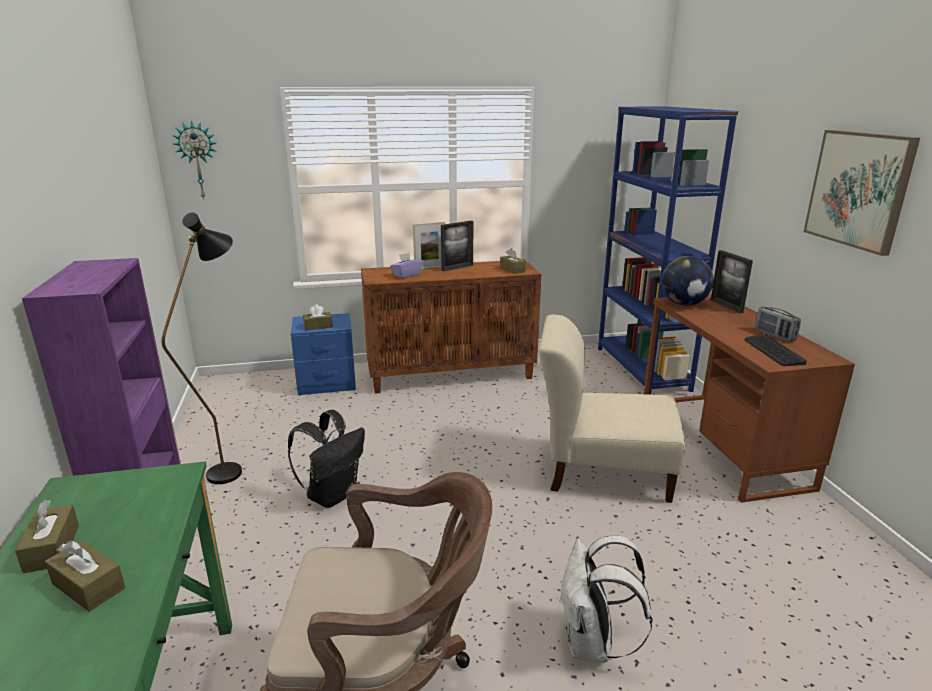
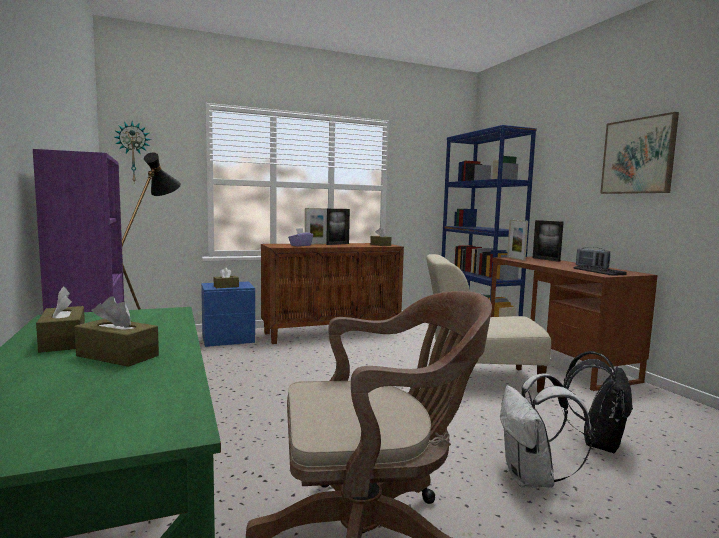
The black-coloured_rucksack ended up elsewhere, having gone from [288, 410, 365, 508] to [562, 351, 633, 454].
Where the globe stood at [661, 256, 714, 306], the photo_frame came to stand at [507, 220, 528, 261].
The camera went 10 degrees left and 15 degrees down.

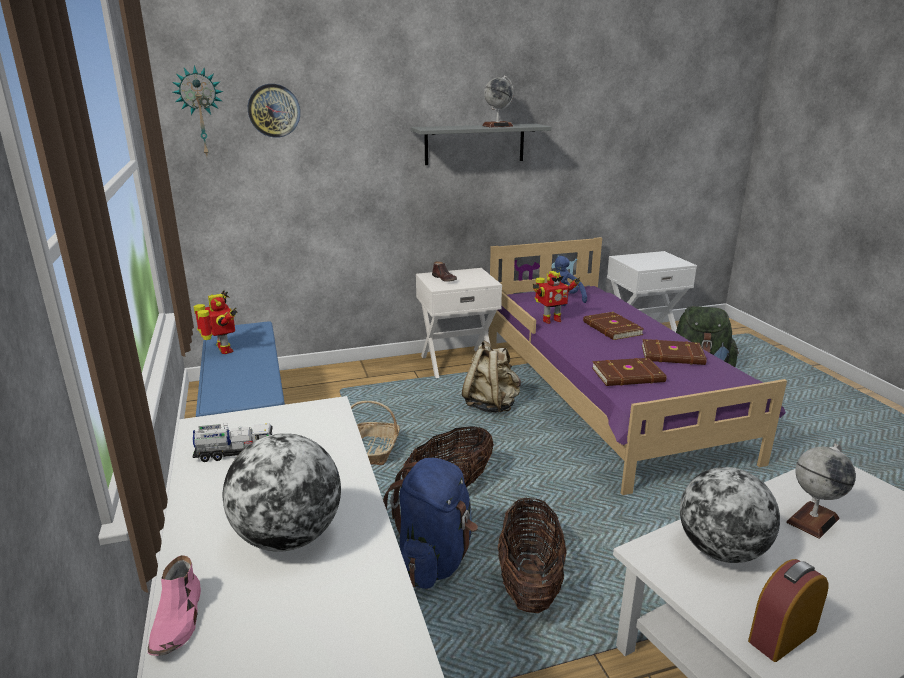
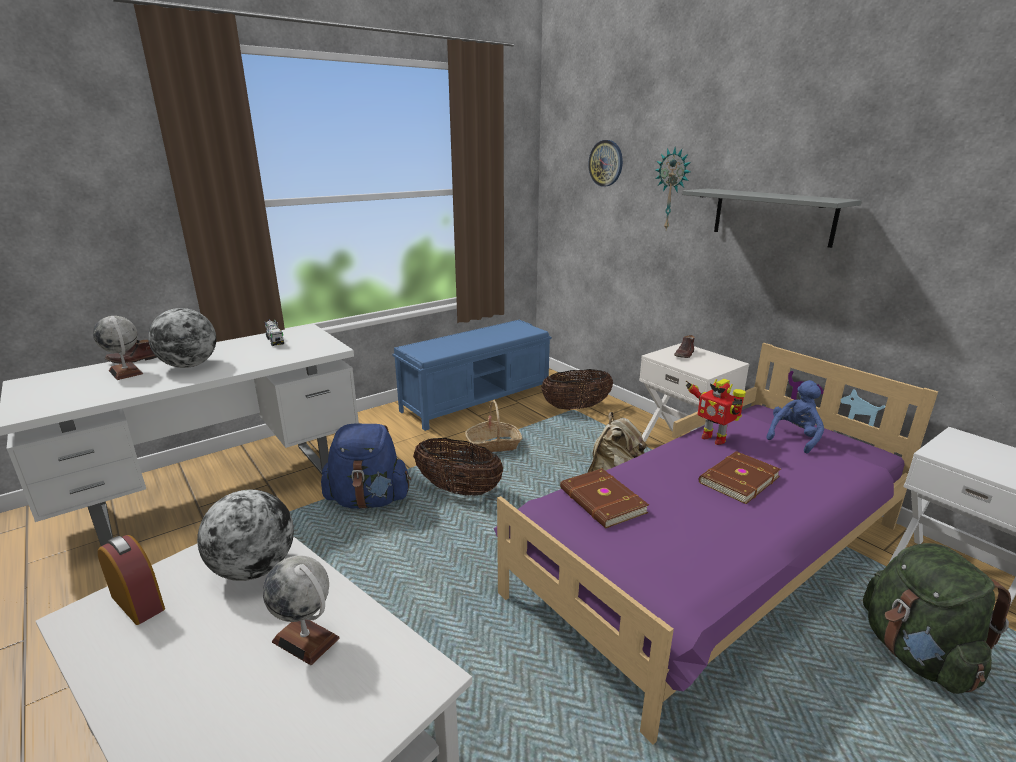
The second view lost the robot_figure at [194, 290, 238, 354].
The second view lost the brown_book at [642, 339, 707, 365].
The wall_clock ended up elsewhere, having gone from [172, 65, 223, 156] to [655, 148, 691, 229].
The globe ended up elsewhere, having gone from [482, 76, 514, 127] to [93, 316, 143, 380].
The basket ended up elsewhere, having gone from [498, 497, 566, 613] to [541, 369, 613, 410].
What was the pink-coloured_shoe at [148, 555, 201, 656] turned into the brown_shoe at [105, 340, 157, 364].
The camera went 70 degrees right and 0 degrees up.

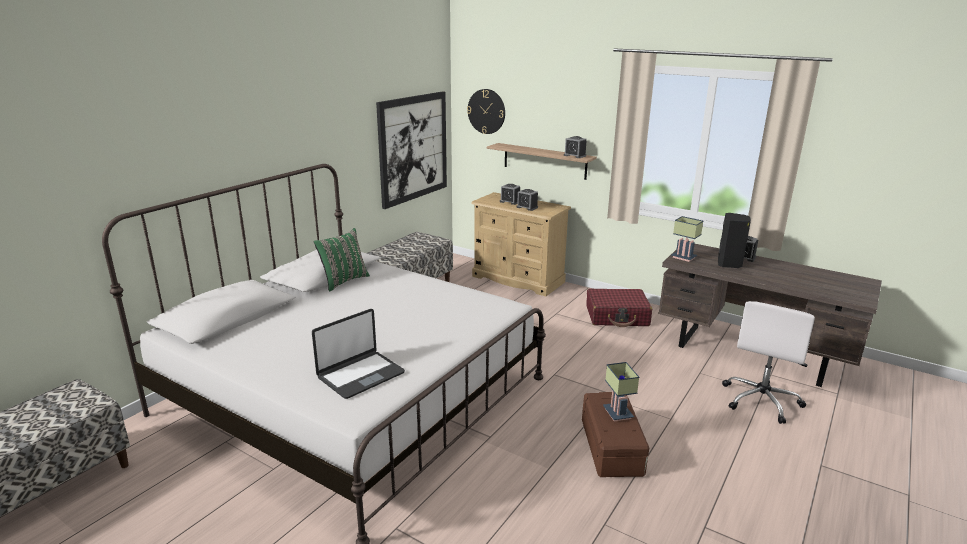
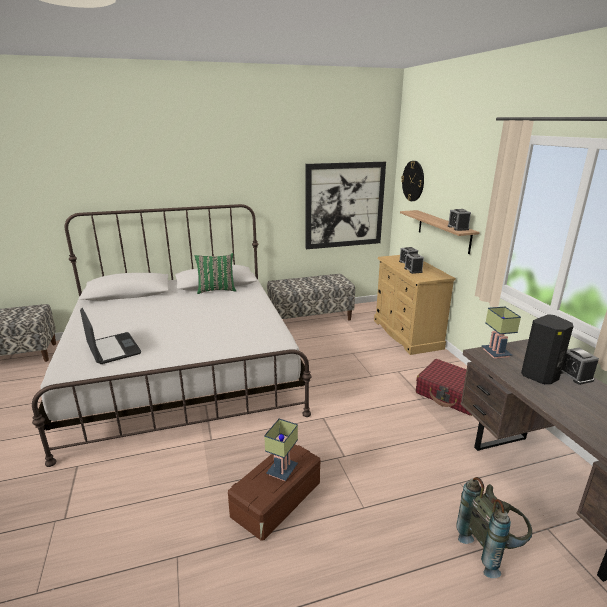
Where the white-coloured_desk_chair stood at [722, 301, 815, 424], the gray_rucksack came to stand at [456, 477, 532, 578].
The notebook_computer at [312, 309, 405, 399] ended up facing another way, 120 degrees counterclockwise from before.
The camera went 40 degrees right and 0 degrees up.

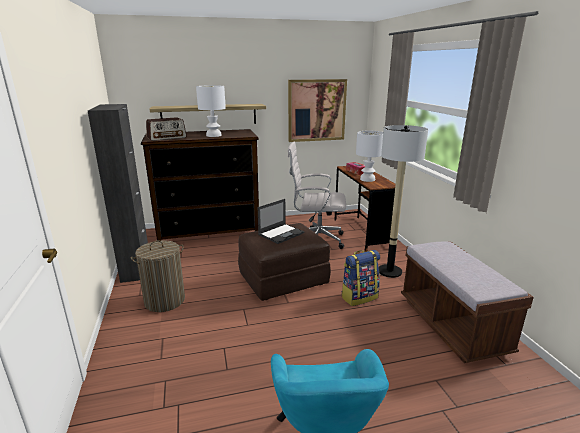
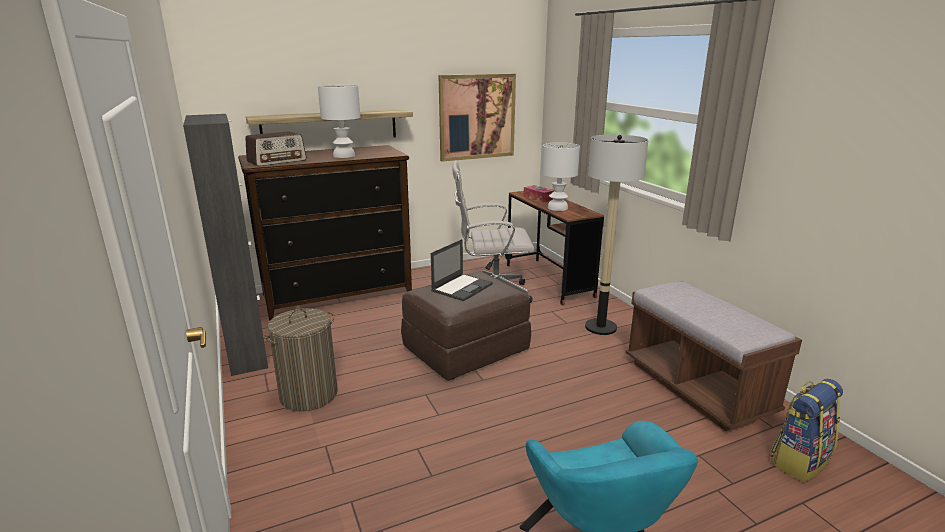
The rucksack ended up elsewhere, having gone from [341, 250, 380, 306] to [771, 379, 843, 482].
The camera went 10 degrees left and 0 degrees up.

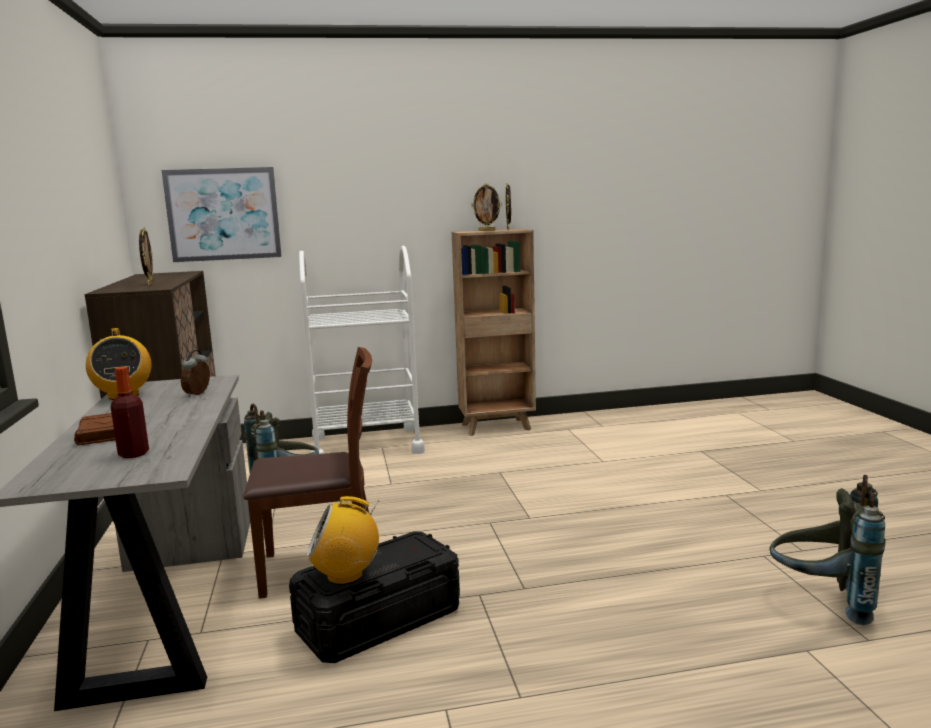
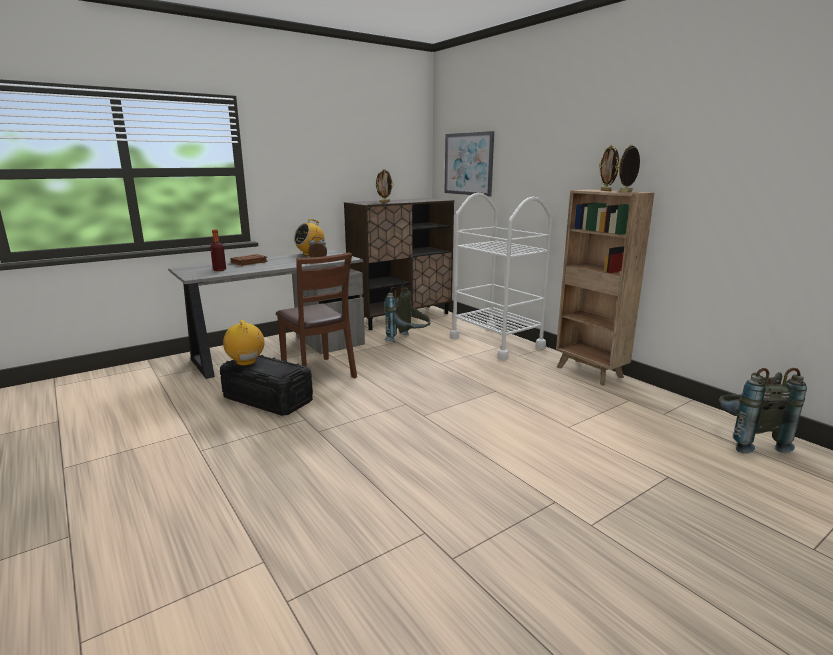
The gray_rucksack ended up elsewhere, having gone from [769, 475, 886, 625] to [719, 368, 807, 453].
The camera went 65 degrees right and 5 degrees up.

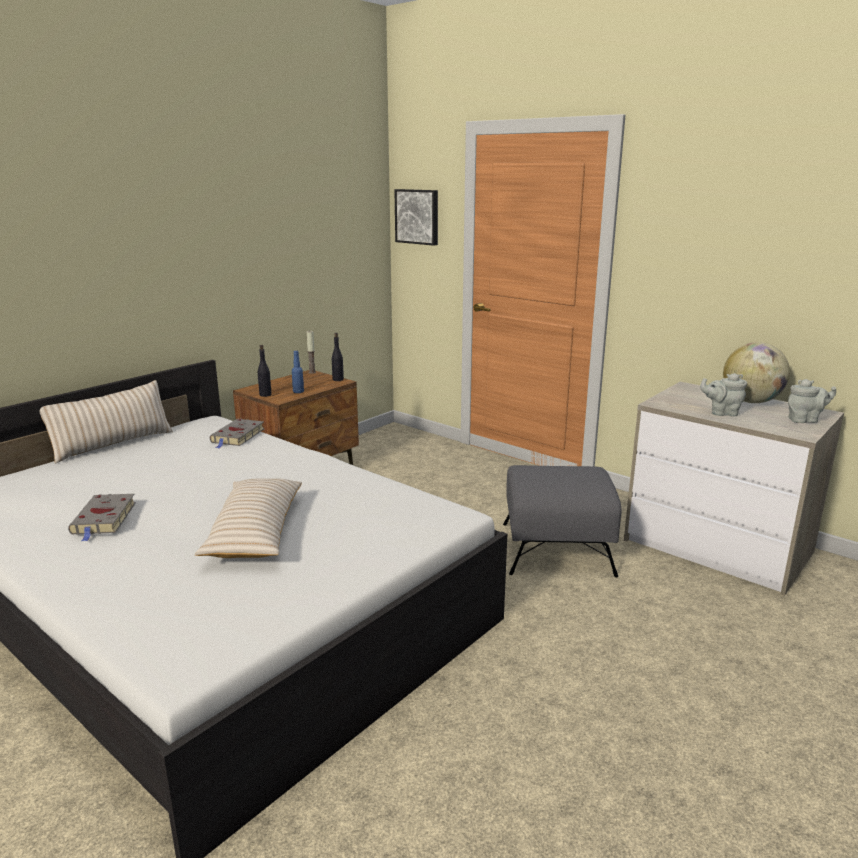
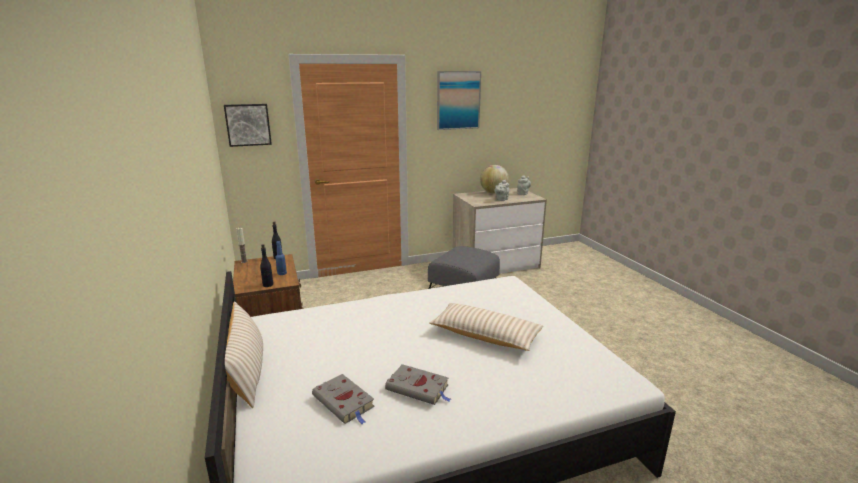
The second view gained the picture at [437, 71, 481, 130].
The gray_book ended up elsewhere, having gone from [210, 419, 265, 448] to [312, 374, 375, 424].
The camera went 60 degrees left and 0 degrees up.

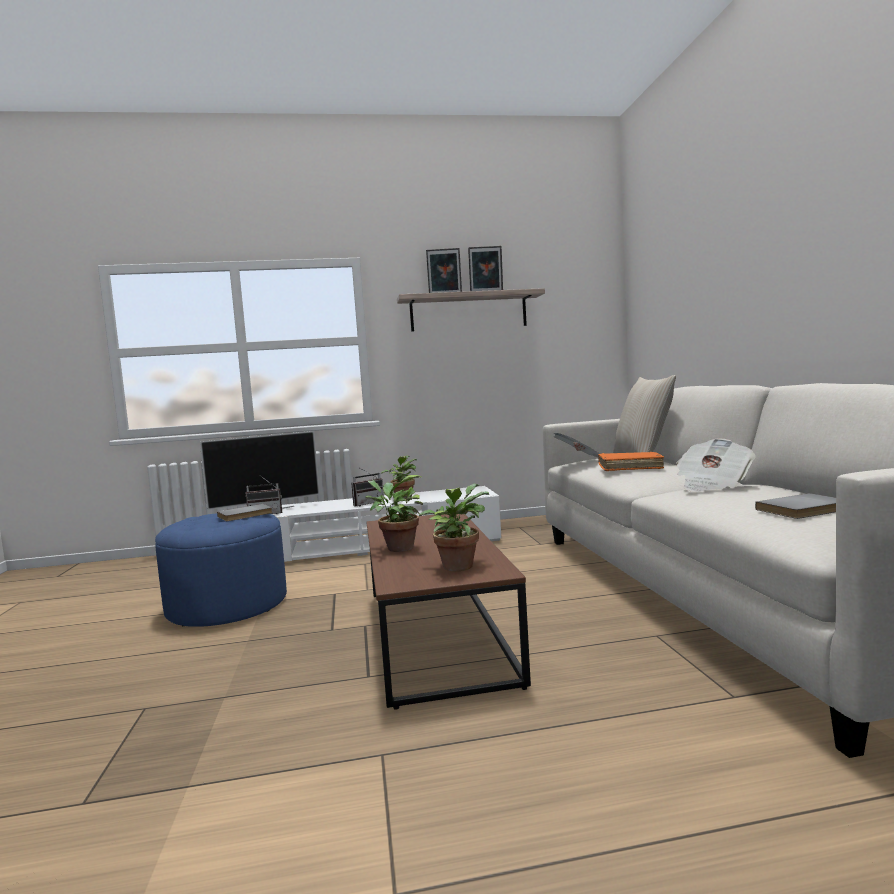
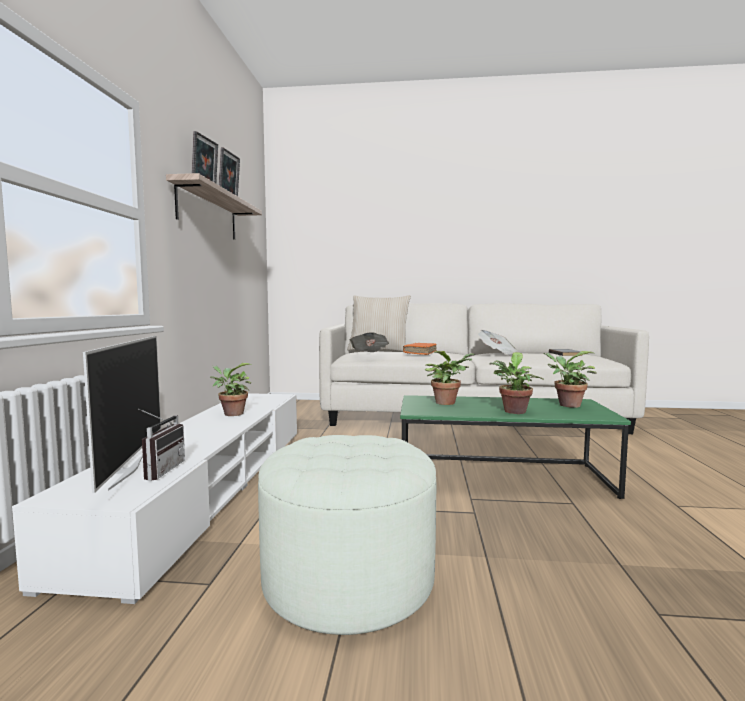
The second view lost the gray_book at [217, 504, 273, 521].
The second view lost the radio_set at [352, 467, 384, 506].
The second view gained the potted_plant at [425, 351, 475, 405].
What was the blue_footrest at [155, 513, 287, 627] turned into the white-coloured_footrest at [258, 435, 436, 635].
What was the brown_low_table at [366, 514, 531, 710] turned into the green-coloured_low_table at [400, 395, 631, 499].
The camera went 75 degrees left and 0 degrees up.

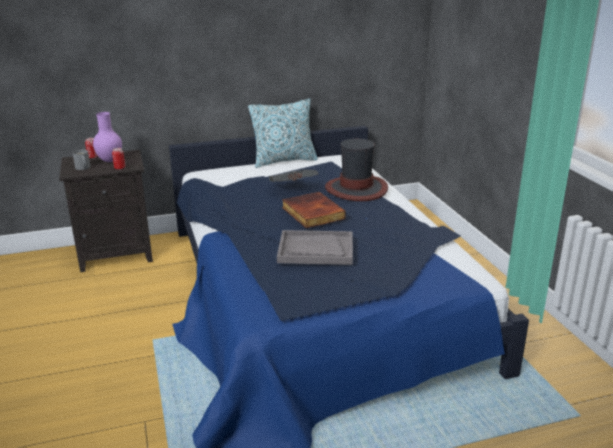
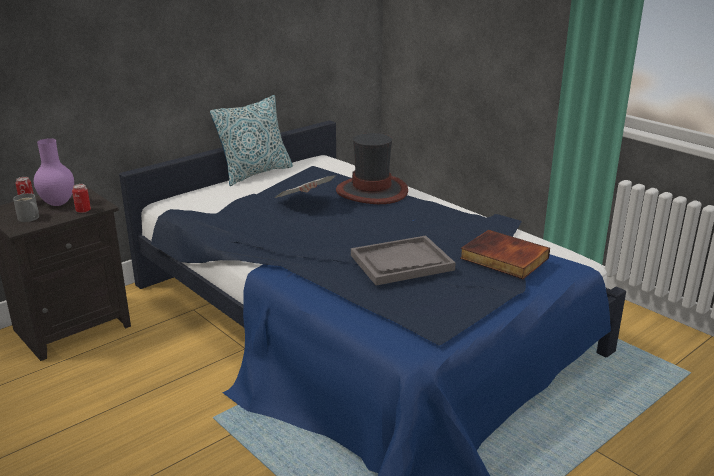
The book ended up elsewhere, having gone from [282, 192, 346, 228] to [460, 230, 550, 279].
The camera went 25 degrees left and 0 degrees up.

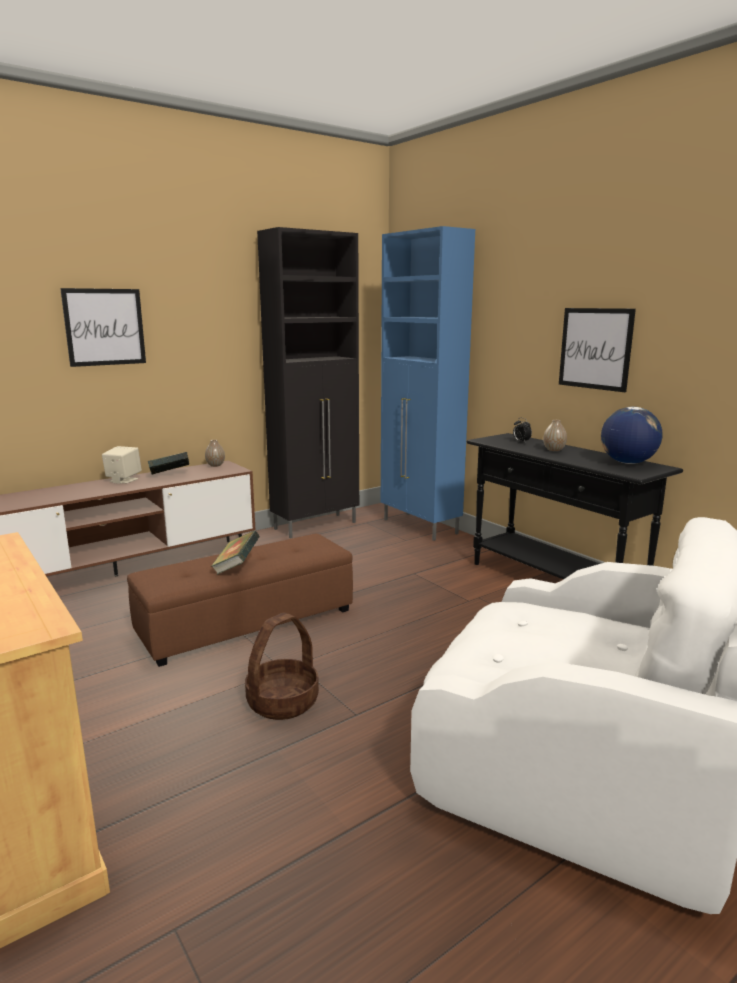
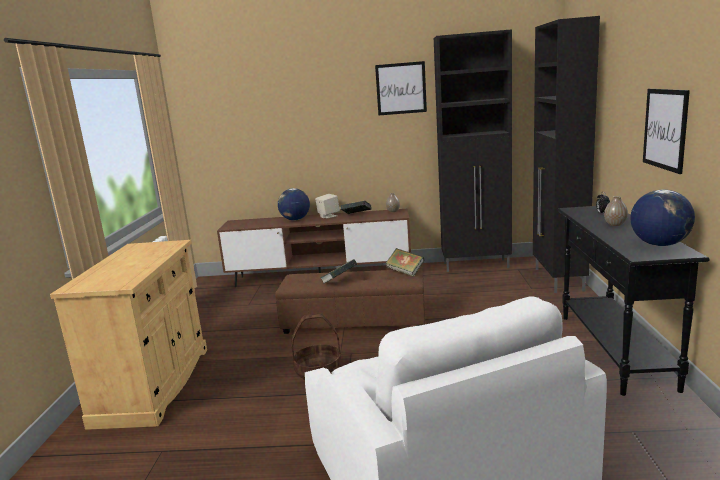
The second view gained the globe at [278, 188, 310, 220].
The second view gained the book at [385, 248, 424, 277].
The picture ended up elsewhere, having gone from [60, 288, 146, 367] to [375, 61, 427, 116].
What was the blue_cupboard at [381, 226, 475, 541] turned into the black-coloured_cupboard at [533, 16, 600, 293].
The camera went 40 degrees right and 0 degrees up.

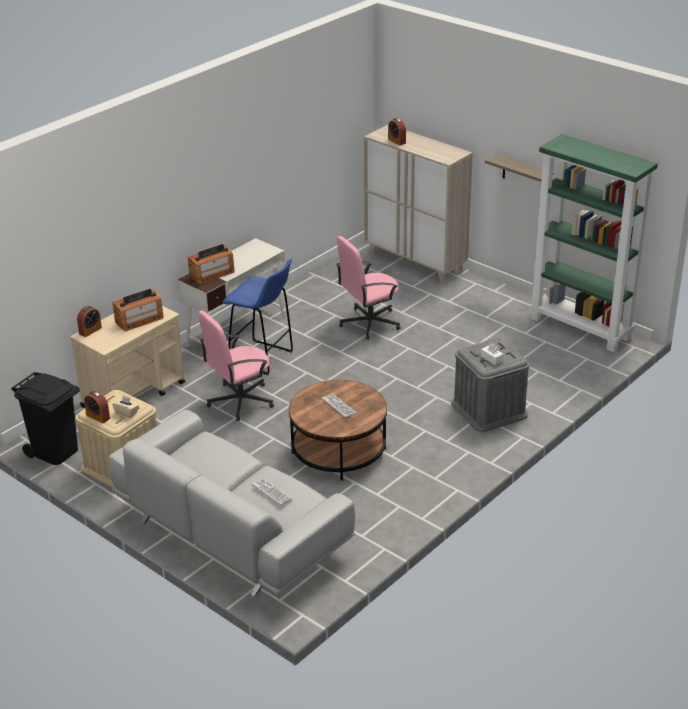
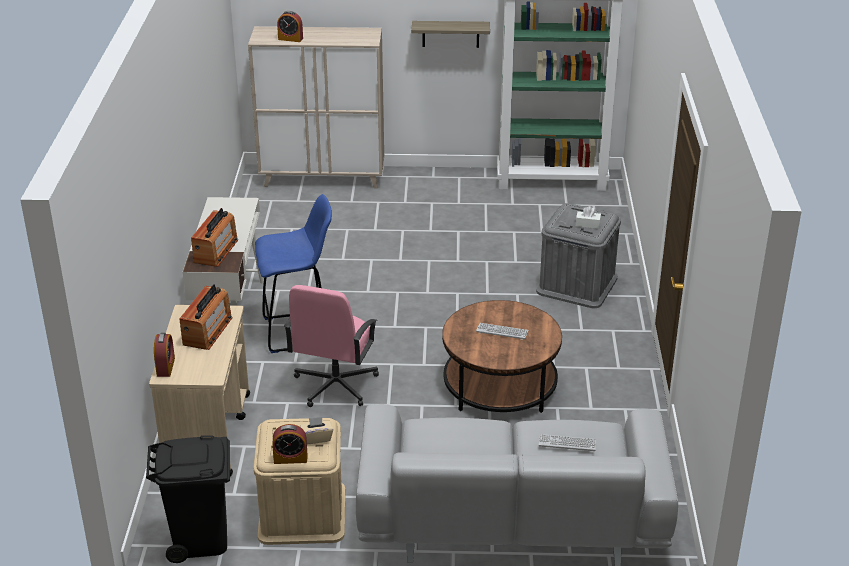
The second view lost the pink-coloured_desk_chair at [336, 236, 400, 340].
The camera went 40 degrees left and 0 degrees up.

